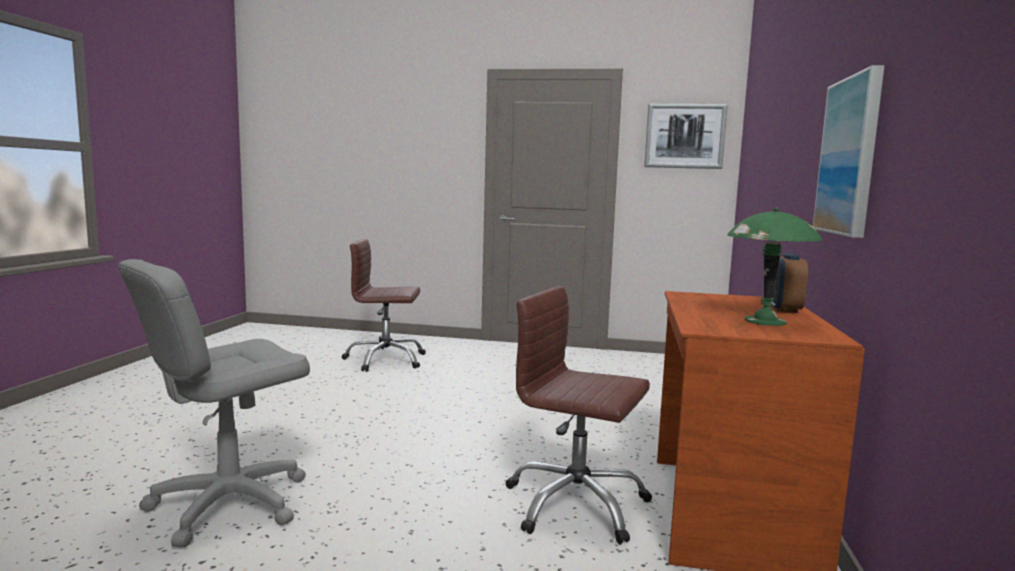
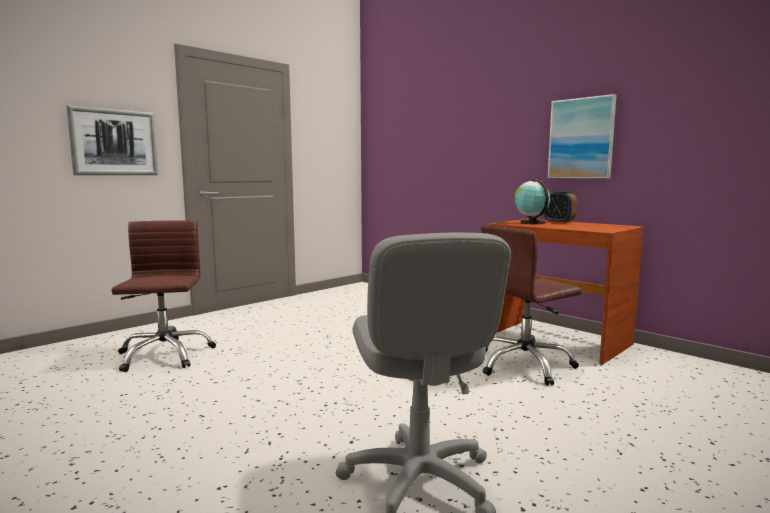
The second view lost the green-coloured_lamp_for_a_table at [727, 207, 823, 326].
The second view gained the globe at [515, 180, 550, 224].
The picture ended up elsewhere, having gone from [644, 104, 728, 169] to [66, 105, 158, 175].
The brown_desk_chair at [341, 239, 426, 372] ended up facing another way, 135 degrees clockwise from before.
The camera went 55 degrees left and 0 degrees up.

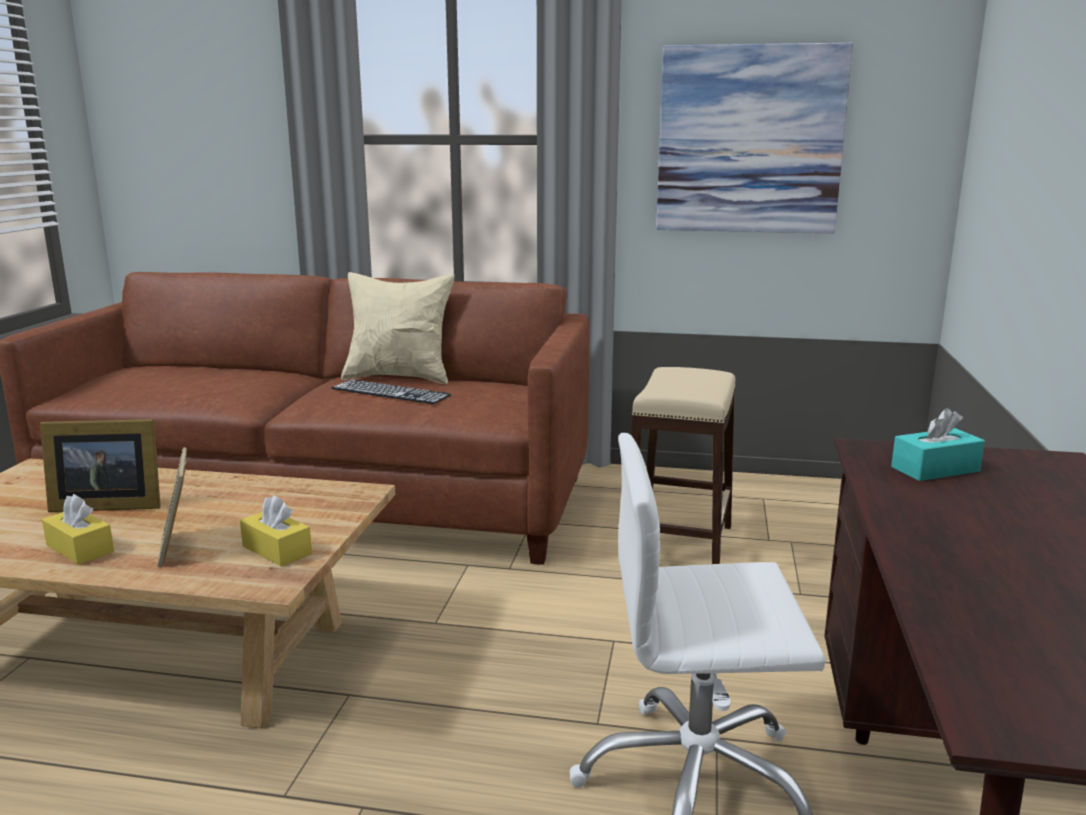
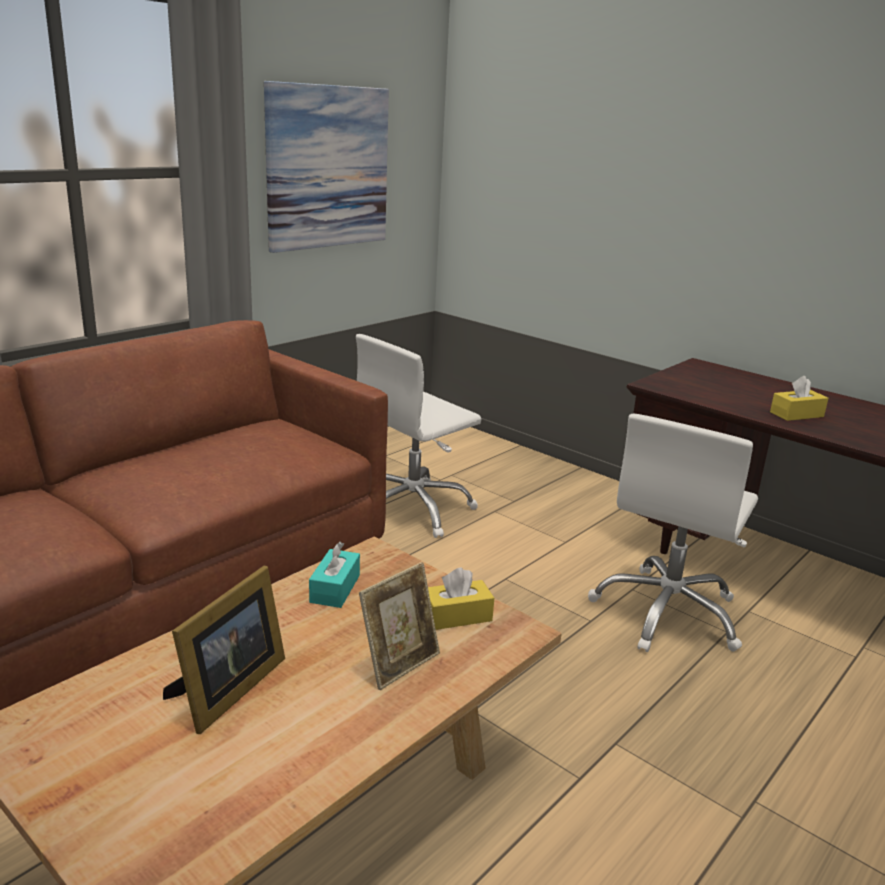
The second view lost the PC_keyboard at [331, 379, 451, 404].
The second view lost the beige_pillow at [341, 272, 454, 384].
The yellow-coloured_tissue_box ended up elsewhere, having gone from [42, 494, 114, 565] to [770, 376, 829, 421].
The blue-green_tissue_box ended up elsewhere, having gone from [891, 408, 985, 481] to [309, 542, 360, 608].
Where the beige_stool stood at [631, 367, 735, 564], the white-coloured_desk_chair came to stand at [356, 334, 481, 538].
The photo_frame at [157, 447, 187, 568] ended up facing another way, 60 degrees counterclockwise from before.
The camera went 60 degrees left and 5 degrees up.

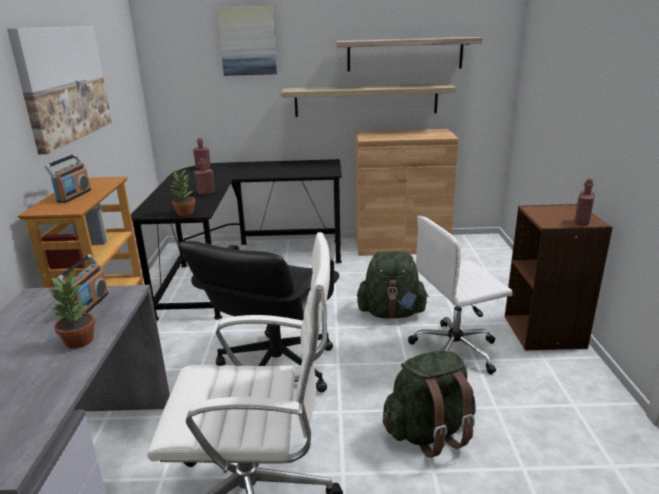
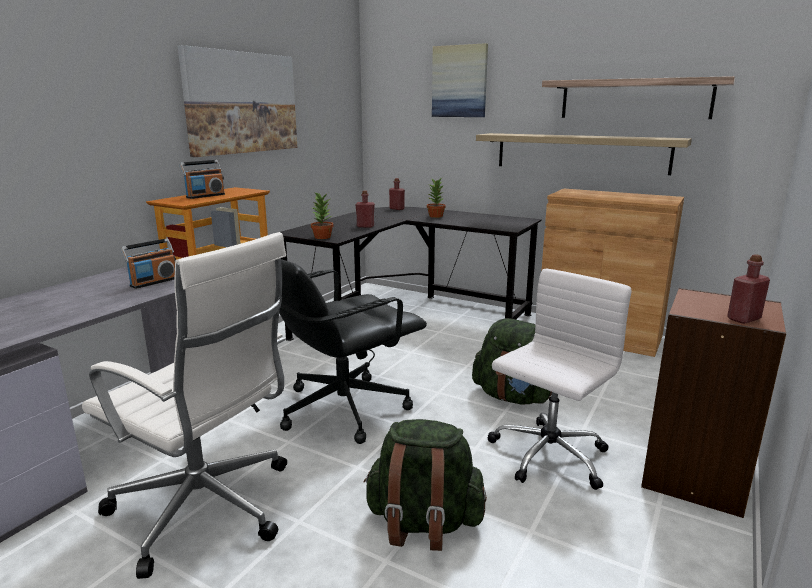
The potted_plant ended up elsewhere, having gone from [48, 272, 95, 349] to [427, 178, 446, 218].
The white-coloured_desk_chair at [408, 216, 513, 374] ended up facing another way, 120 degrees clockwise from before.
The camera went 30 degrees right and 5 degrees down.

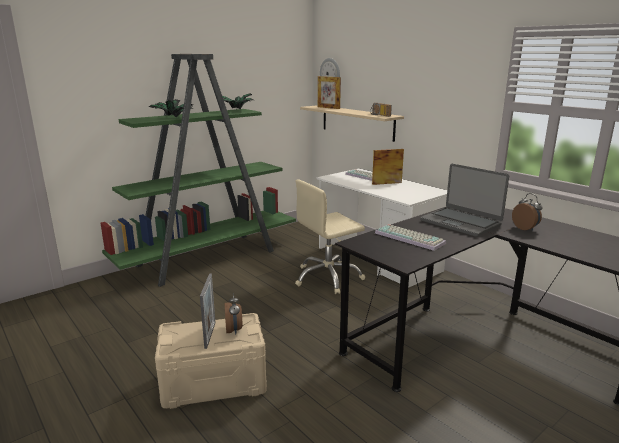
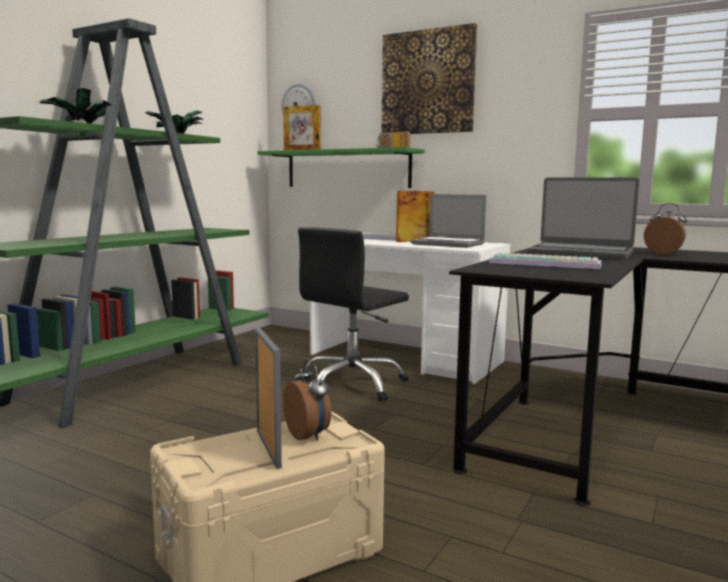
The second view gained the picture at [381, 23, 477, 134].
The second view gained the notebook_computer at [411, 194, 486, 248].
What was the beige_desk_chair at [295, 179, 365, 294] turned into the black-coloured_desk_chair at [298, 227, 409, 402].
What was the beige_bracket_shelf at [300, 105, 404, 142] turned into the green-coloured_bracket_shelf at [257, 147, 425, 188].
The camera went 20 degrees left and 10 degrees down.

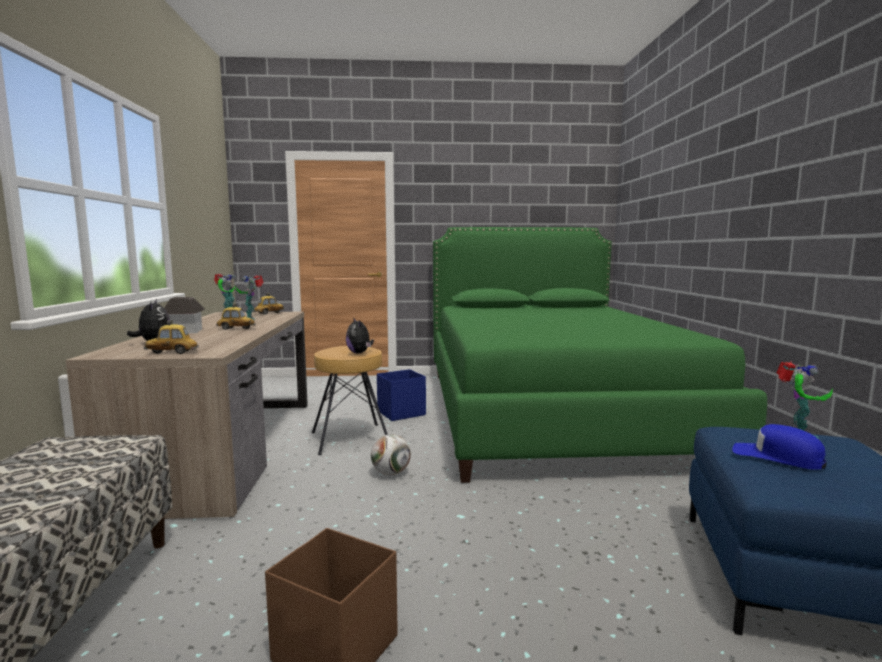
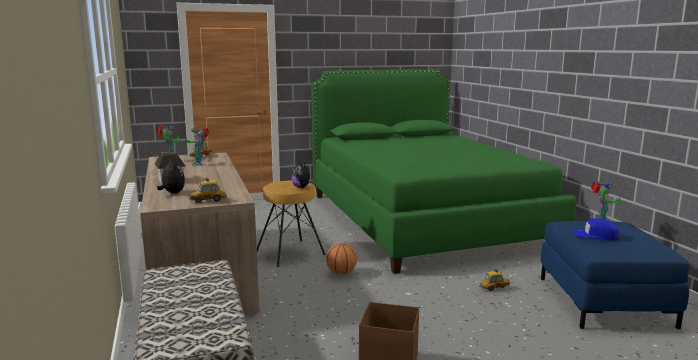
The second view lost the blue_storage_box at [377, 369, 426, 421].
The toy_car ended up elsewhere, having gone from [216, 304, 256, 330] to [479, 268, 510, 291].
Where the ball_for_football stood at [371, 434, 411, 475], the ball_for_basketball came to stand at [326, 243, 357, 275].
The camera went 15 degrees left and 5 degrees up.

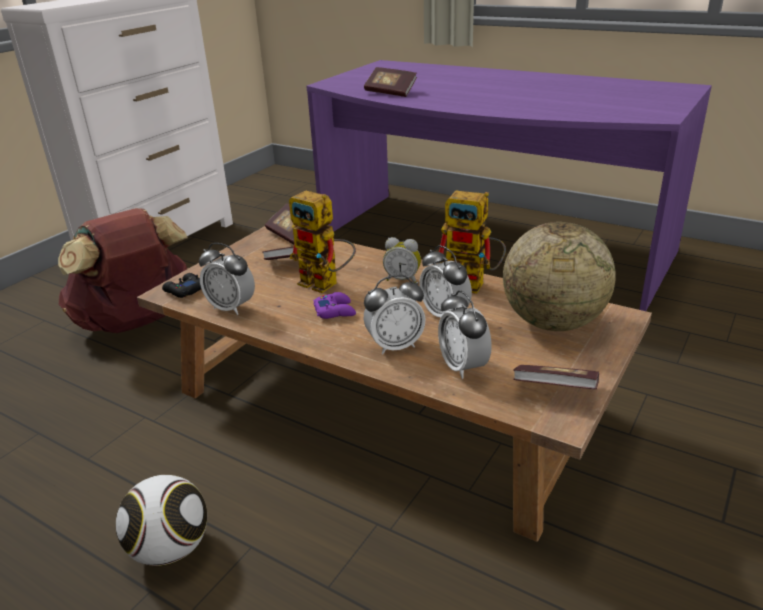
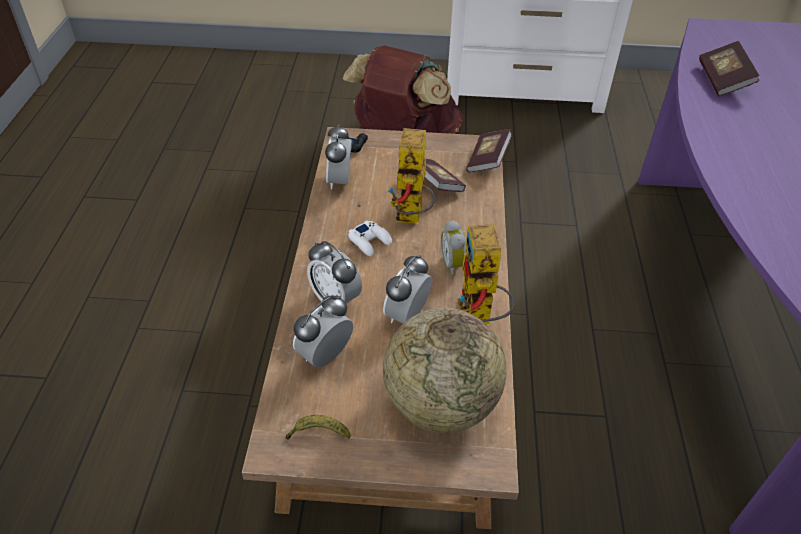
The second view lost the ball_for_football at [116, 475, 207, 566].
Where the book stood at [513, 365, 599, 389], the banana_fruit came to stand at [286, 415, 351, 440].
What was the purple_gamepad at [313, 292, 356, 319] turned into the white-coloured_gamepad at [348, 221, 392, 256].
The camera went 60 degrees right and 15 degrees up.

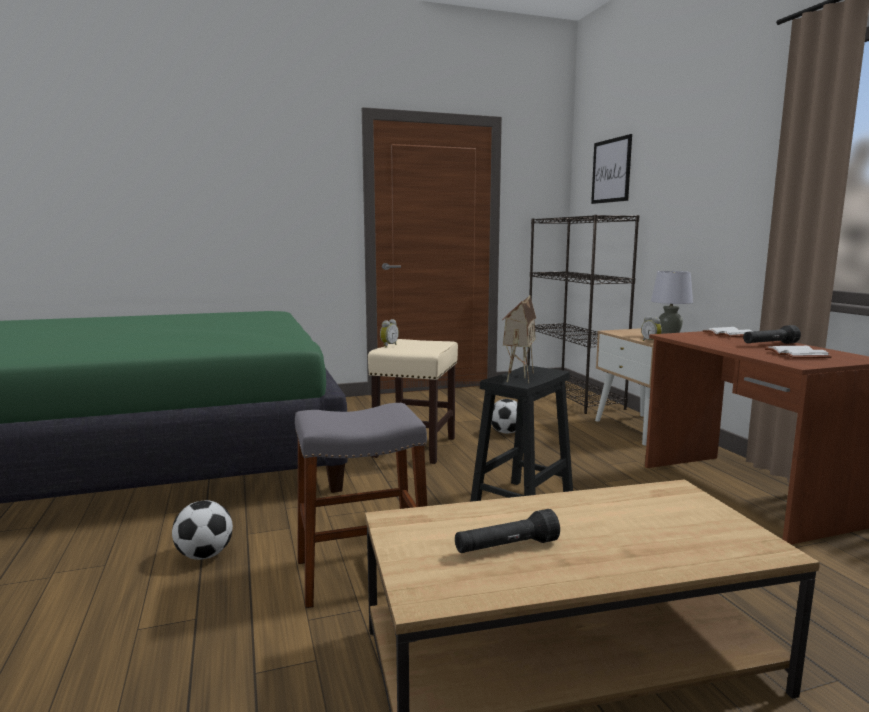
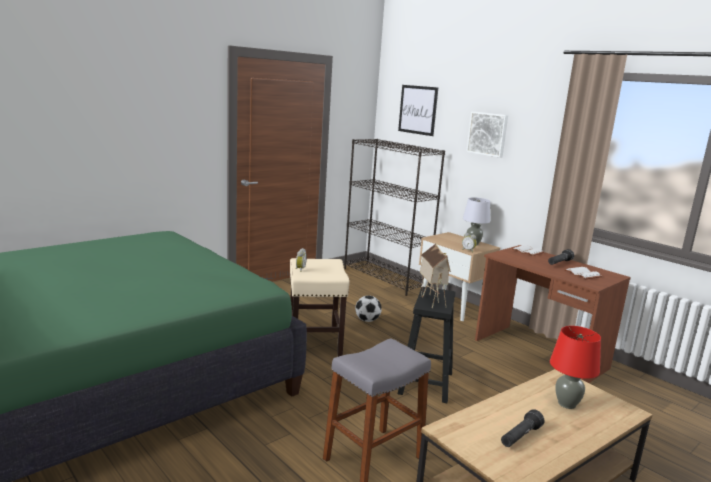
The second view lost the ball_for_football at [172, 500, 233, 560].
The second view gained the picture at [466, 112, 508, 158].
The second view gained the red-coloured_lamp_for_a_table at [550, 326, 601, 409].
The camera went 25 degrees left and 5 degrees up.

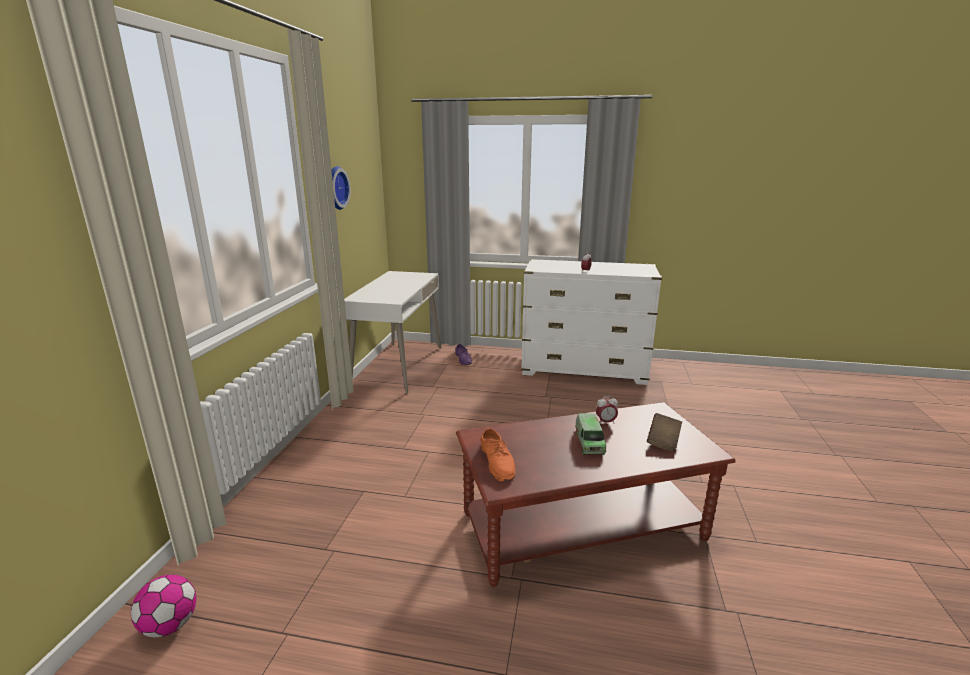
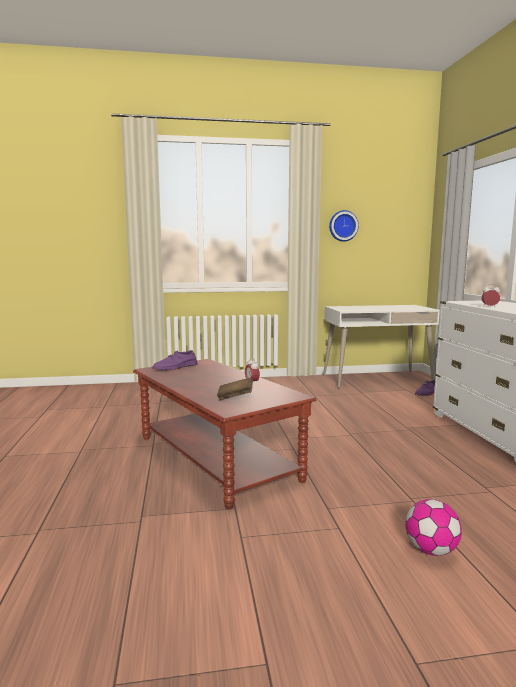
The second view lost the toy_lorry at [575, 413, 606, 455].
The ball_for_football ended up elsewhere, having gone from [131, 575, 196, 637] to [405, 499, 462, 556].
What was the orangey_shoe at [480, 428, 515, 481] turned into the purple_shoe at [152, 350, 197, 370].
The camera went 70 degrees right and 10 degrees down.

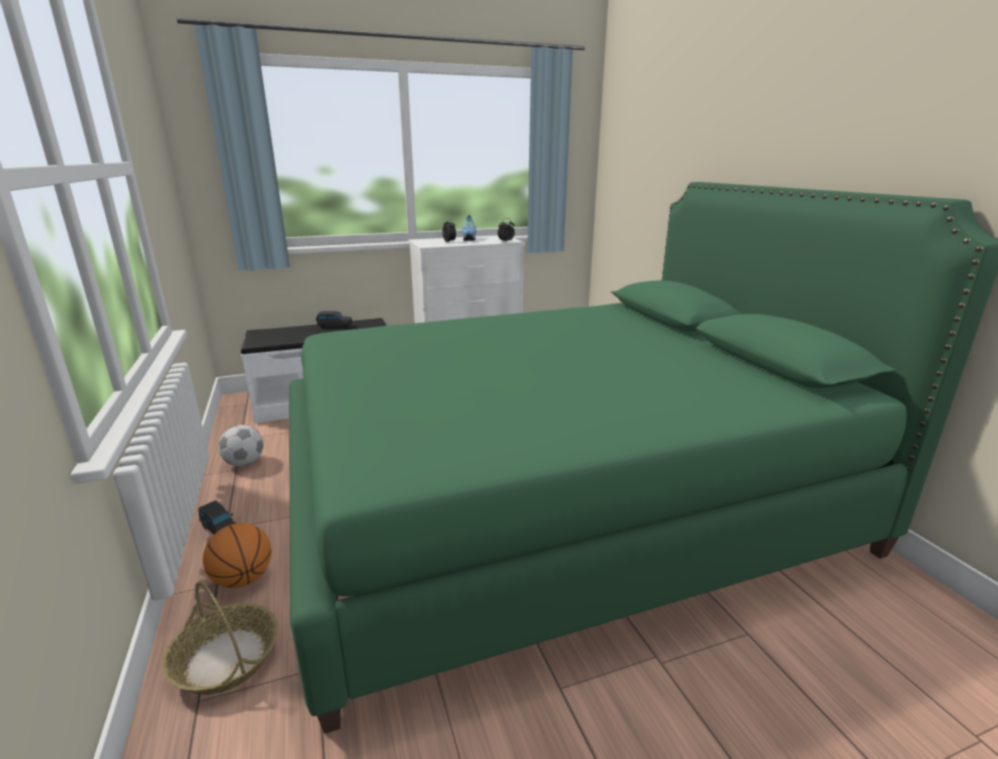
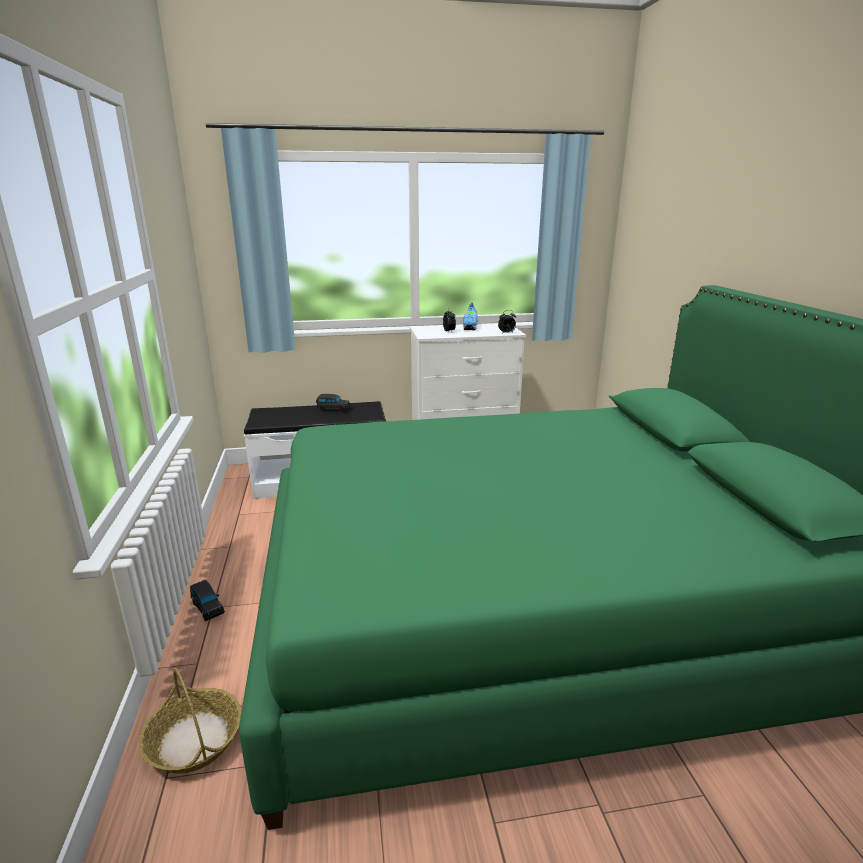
The second view lost the ball_for_basketball at [203, 523, 271, 588].
The second view lost the ball_for_football at [218, 425, 264, 466].
The camera went 10 degrees right and 0 degrees up.

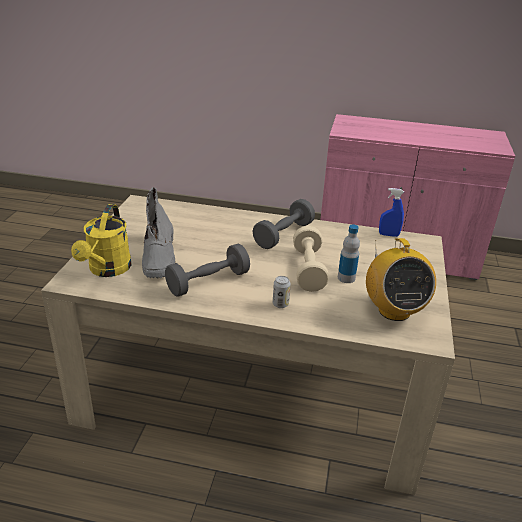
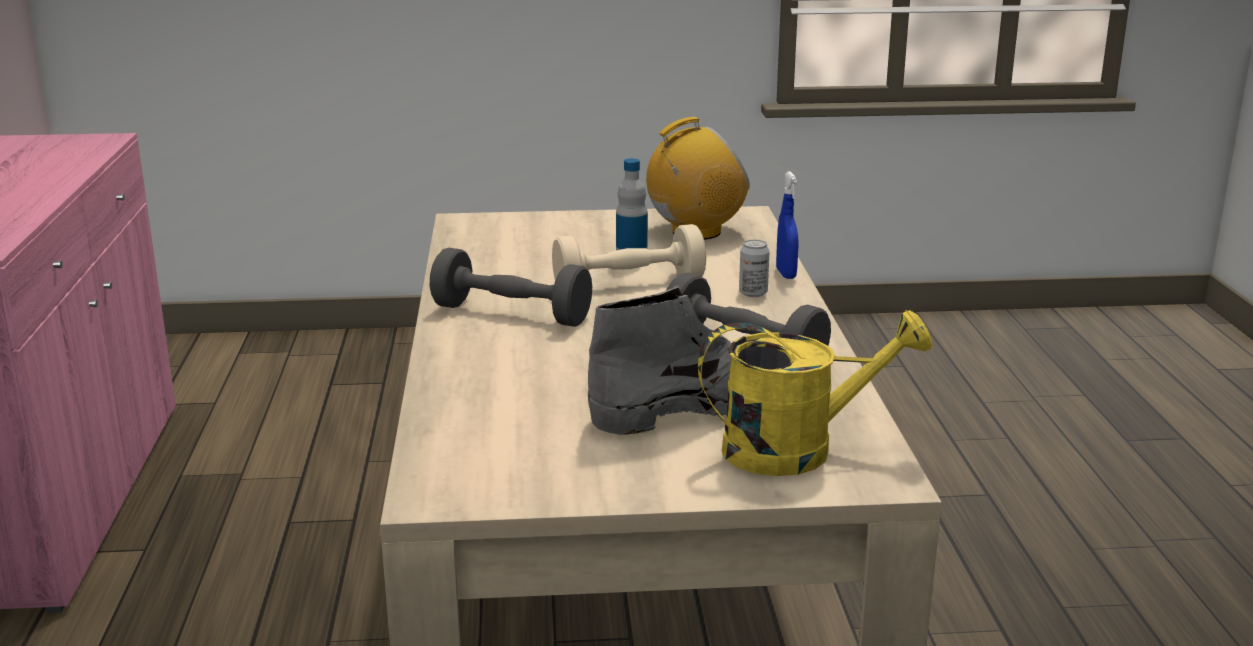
The blue_sprayer ended up elsewhere, having gone from [379, 188, 404, 237] to [776, 171, 799, 279].
The camera went 105 degrees left and 10 degrees down.

